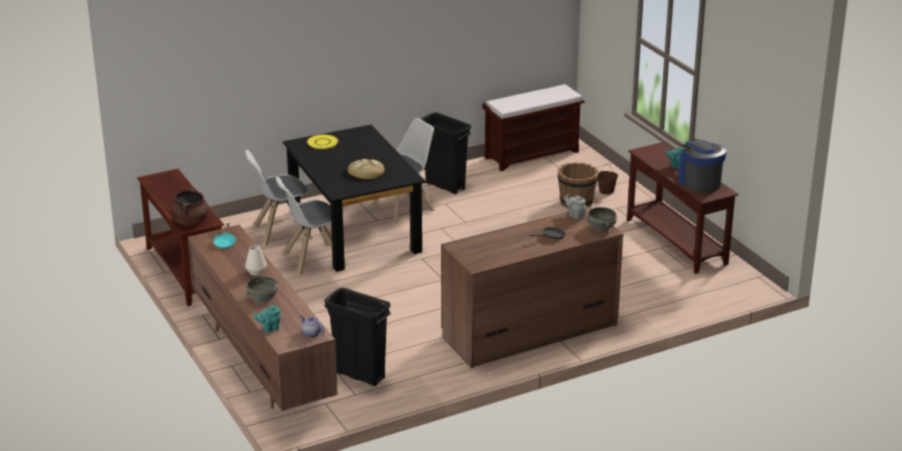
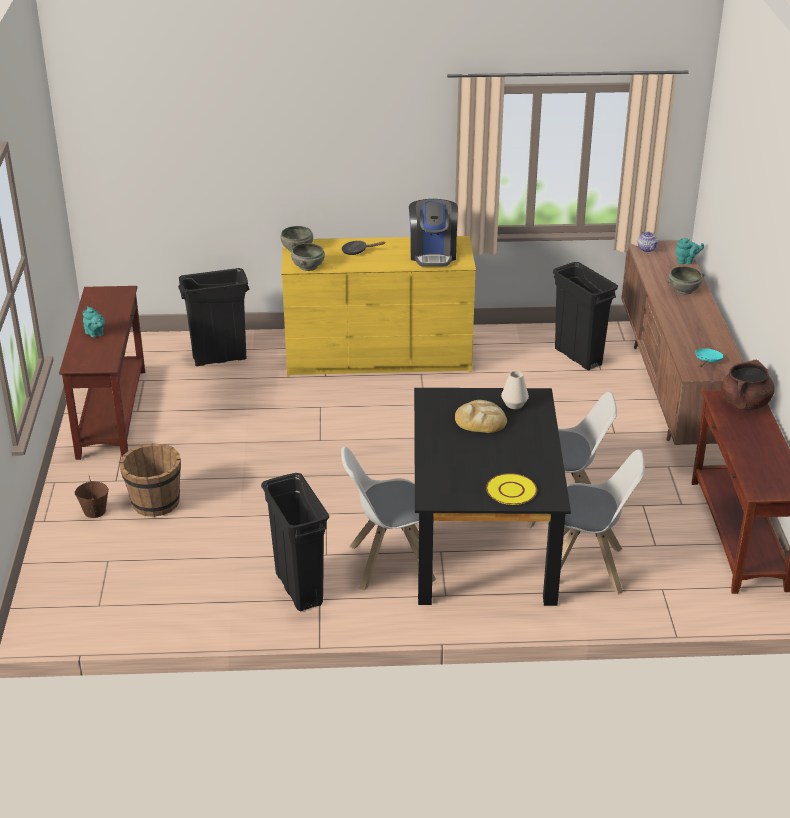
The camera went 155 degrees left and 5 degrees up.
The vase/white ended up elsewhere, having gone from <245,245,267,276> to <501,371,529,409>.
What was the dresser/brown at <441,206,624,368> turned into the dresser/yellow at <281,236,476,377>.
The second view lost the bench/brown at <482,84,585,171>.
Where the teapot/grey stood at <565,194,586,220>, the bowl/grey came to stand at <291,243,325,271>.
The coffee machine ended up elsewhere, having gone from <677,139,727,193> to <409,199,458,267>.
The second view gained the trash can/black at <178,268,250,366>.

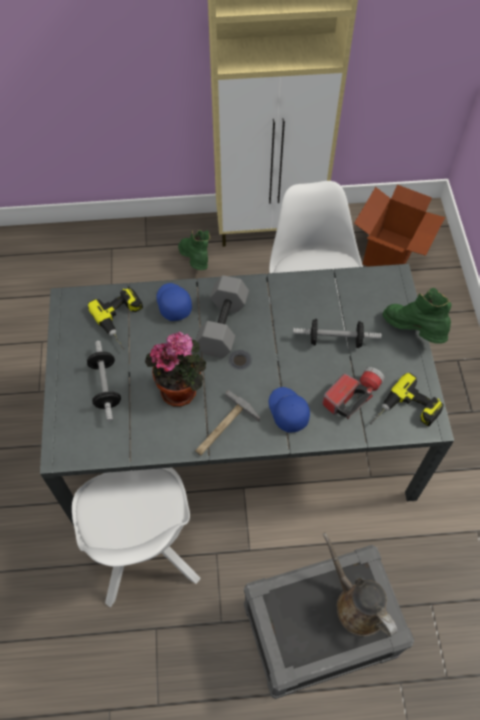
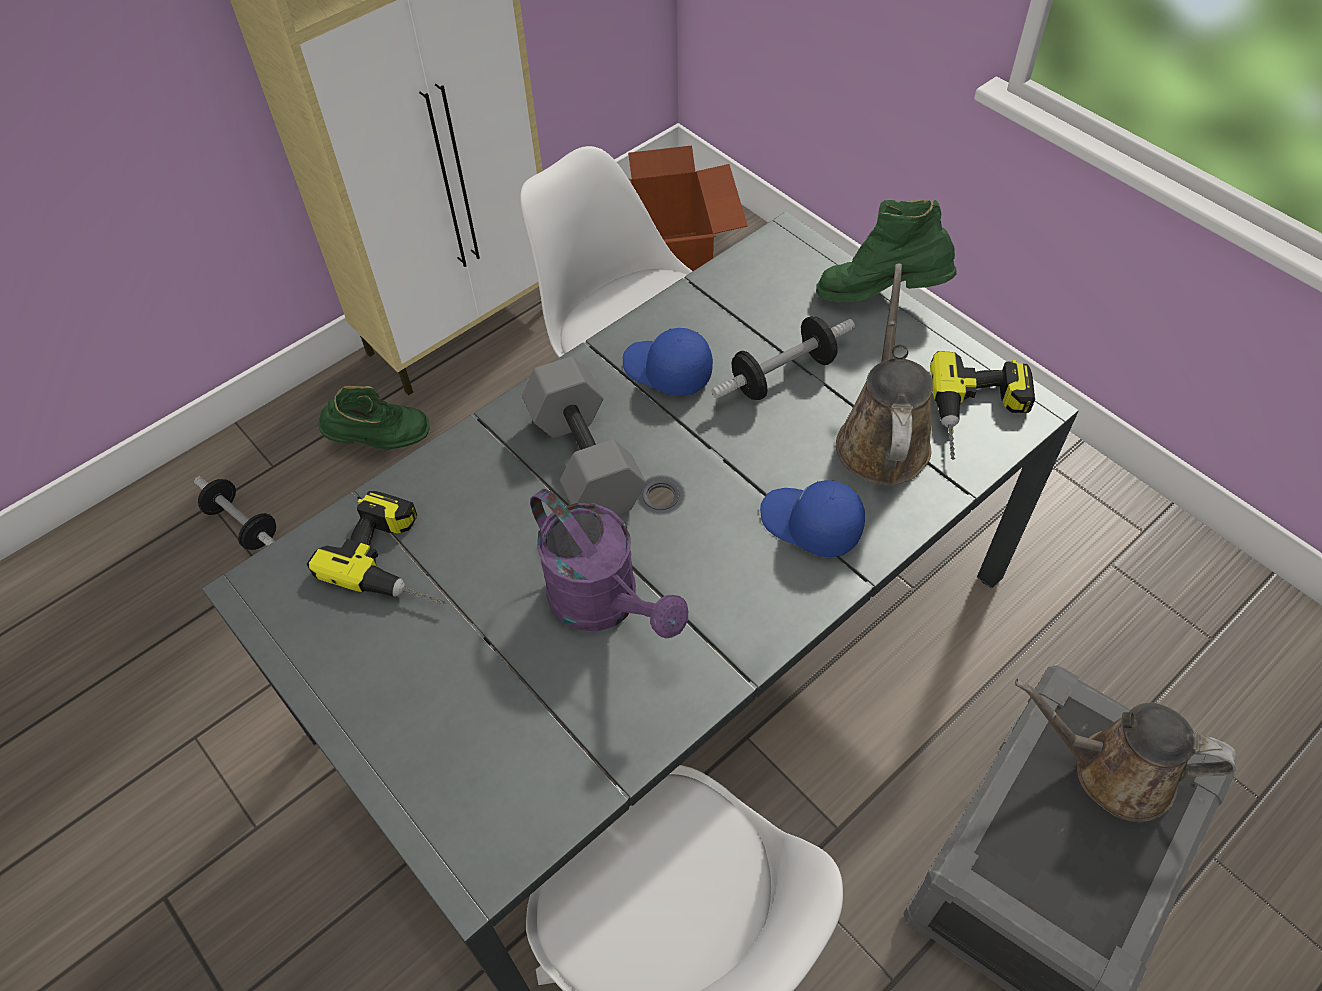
The camera went 35 degrees left and 5 degrees down.
The dumbbell ended up elsewhere, having gone from <87,341,121,422> to <194,477,276,550>.
Where the potted plant stood at <145,331,207,406>, the watering can/purple came to stand at <530,489,688,639>.
The cap/blue ended up elsewhere, having gone from <156,283,192,321> to <623,328,713,396>.
The boot/green at <178,230,211,270> ended up facing another way, 135 degrees clockwise from before.
The second view lost the hammer at <195,390,260,456>.
Where the flashlight stood at <322,367,385,419>, the watering can/brown came to stand at <836,263,933,486>.

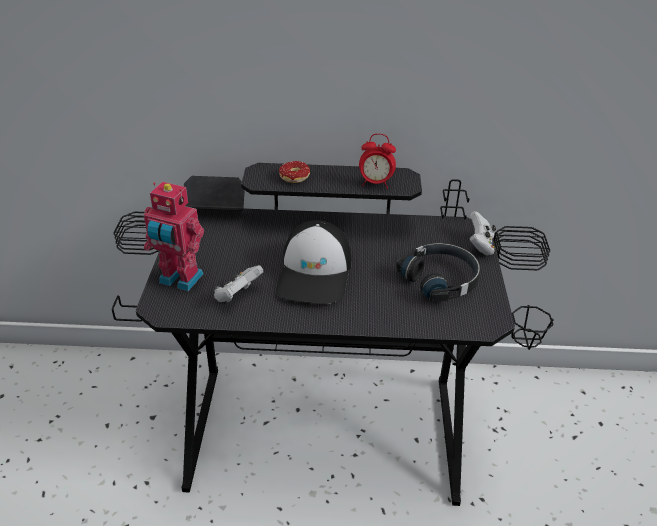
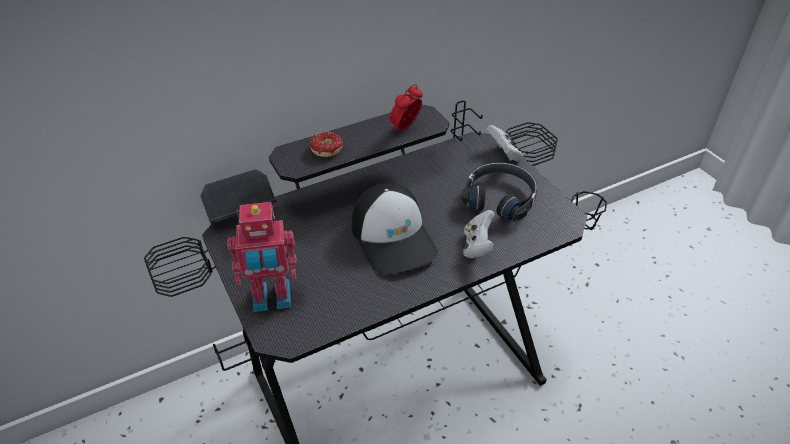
The camera went 30 degrees left and 5 degrees up.
The game controller/white ended up elsewhere, having gone from <214,265,264,303> to <463,210,495,258>.
The alarm clock at <359,134,396,189> ended up facing another way, 150 degrees clockwise from before.

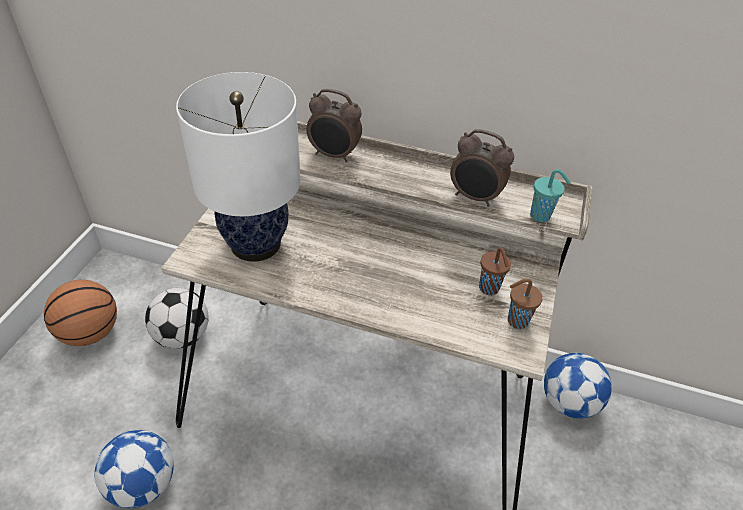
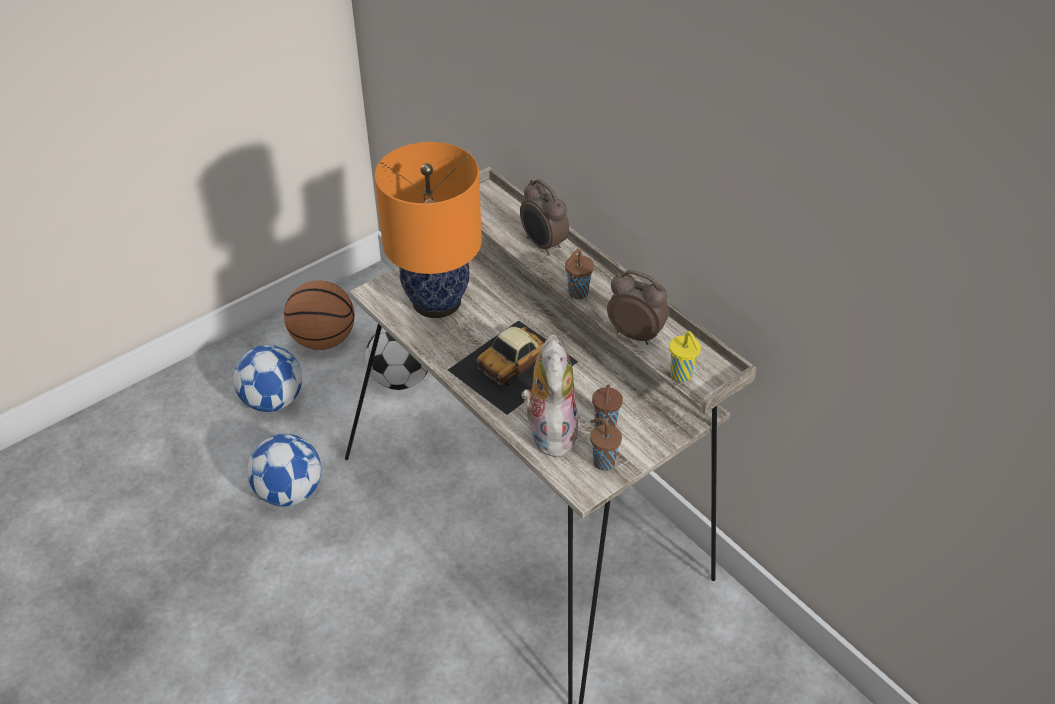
The camera went 35 degrees right and 0 degrees up.
What was the table lamp/white at <176,72,301,262> turned into the table lamp/orange at <375,142,482,318>.
The alarm clock at <450,129,514,207> ended up facing another way, 150 degrees clockwise from before.
What was the cup/turquoise at <530,169,571,222> turned into the cup/yellow at <669,331,701,382>.
The football ended up elsewhere, having gone from <544,353,612,419> to <233,345,302,412>.
The second view gained the toy car at <448,320,578,415>.
The second view gained the plush toy at <521,334,578,457>.
The second view gained the cup/brown at <565,249,594,299>.

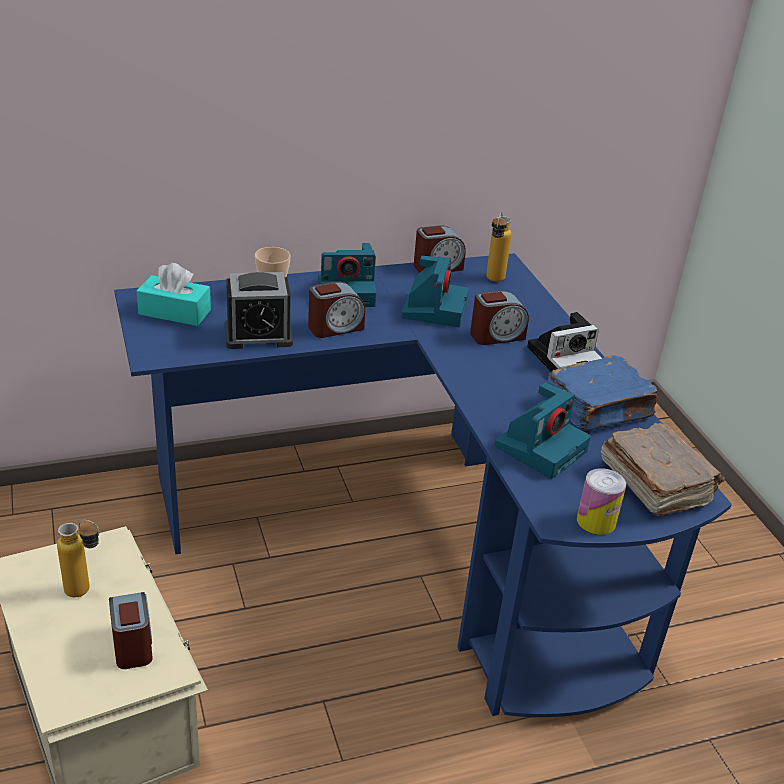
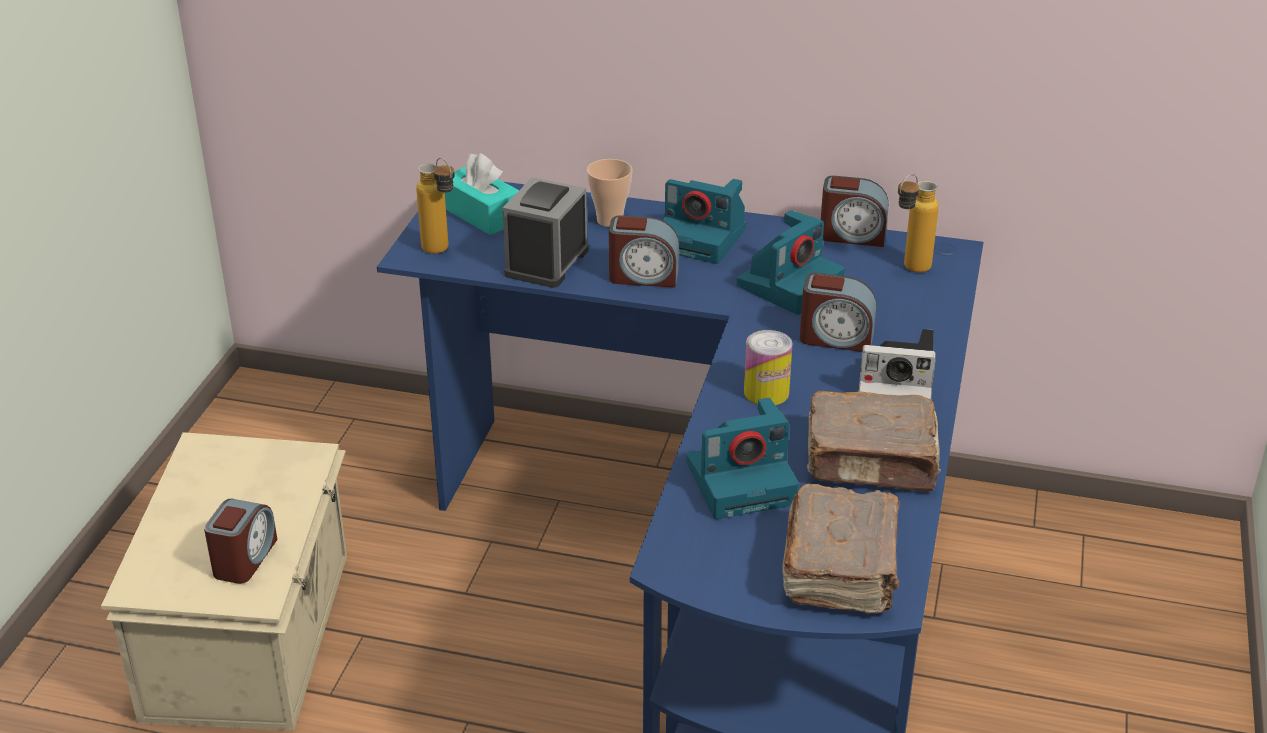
The camera went 35 degrees right and 0 degrees up.
The bottle ended up elsewhere, having gone from <57,520,99,597> to <416,158,455,254>.
The alarm clock at <225,272,293,349> ended up facing another way, 90 degrees clockwise from before.
What was the book/blue at <547,355,659,431> turned into the book/brown at <807,391,941,491>.
The can ended up elsewhere, having gone from <577,468,626,535> to <744,330,793,405>.

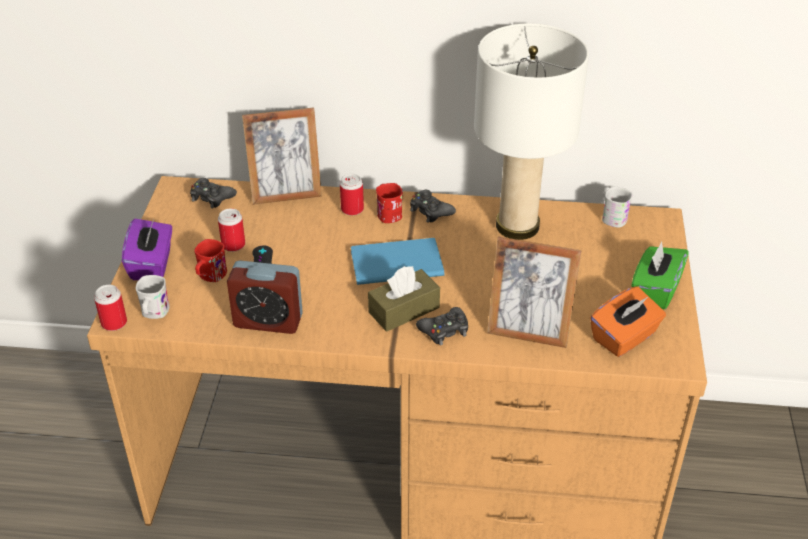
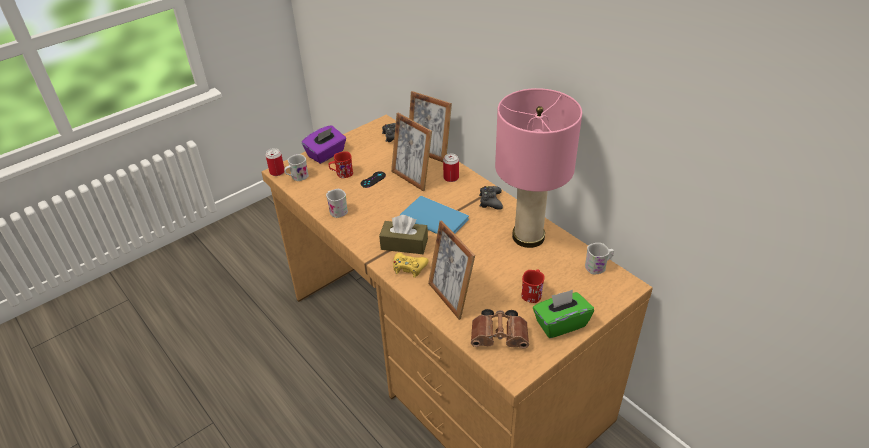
The camera went 45 degrees right and 0 degrees up.
The second view lost the can at <218,208,245,252>.
Where the alarm clock stood at <227,260,303,334>, the mug/white came to stand at <326,189,348,218>.
The mug/red ended up elsewhere, having gone from <376,183,403,223> to <521,269,545,303>.
What was the game controller/black at <416,307,468,345> turned into the game controller/yellow at <393,253,429,277>.
What was the table lamp/white at <474,23,589,240> turned into the table lamp/pink at <495,88,582,248>.
Where the tissue box/orange stood at <590,286,666,357>, the binoculars/brown came to stand at <471,309,529,349>.
The second view gained the picture frame at <391,113,432,191>.

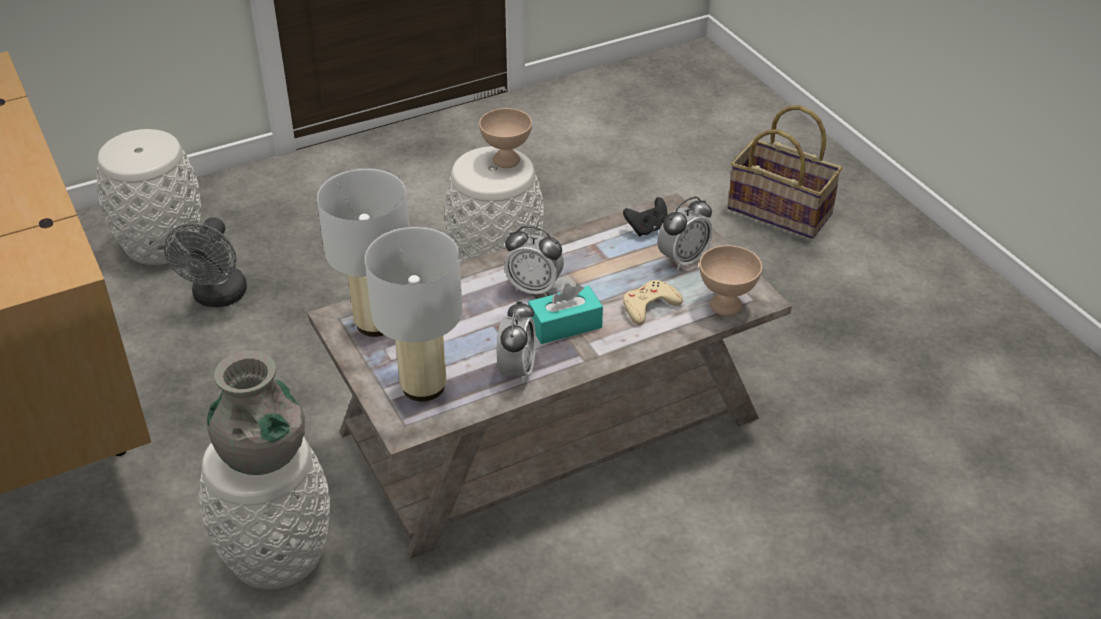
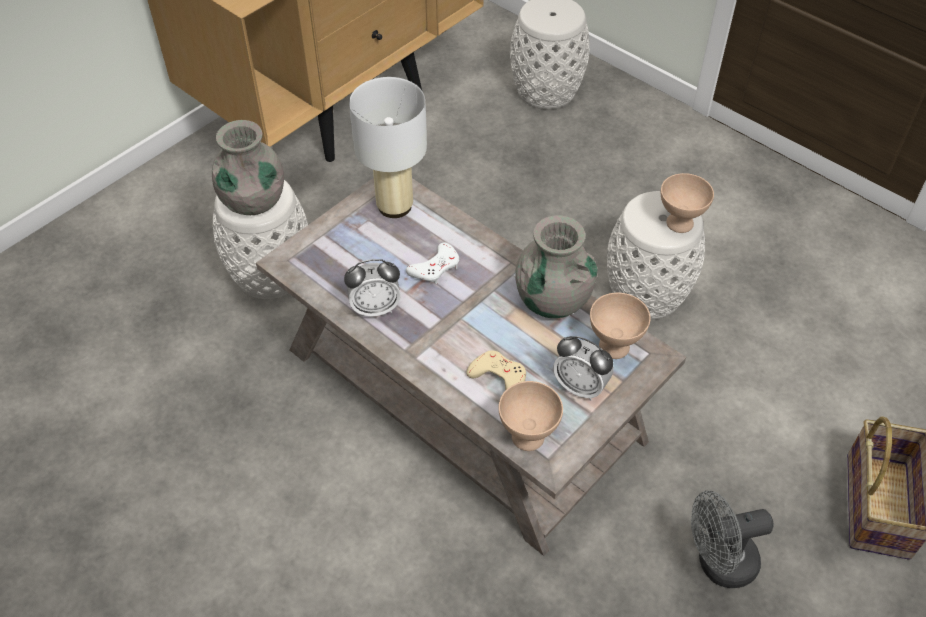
The camera went 70 degrees right and 10 degrees up.
The fan/grey ended up elsewhere, having gone from <164,217,247,307> to <691,491,774,588>.
The second view lost the table lamp/white at <365,226,462,402>.
The second view lost the alarm clock at <504,226,564,297>.
The second view lost the tissue box/turquoise at <528,283,603,344>.
Where the game controller/black stood at <623,197,668,236>, the bowl/beige came to stand at <590,293,651,359>.
The second view gained the game controller/white at <406,242,459,284>.
The second view gained the vase/grey at <515,215,598,318>.

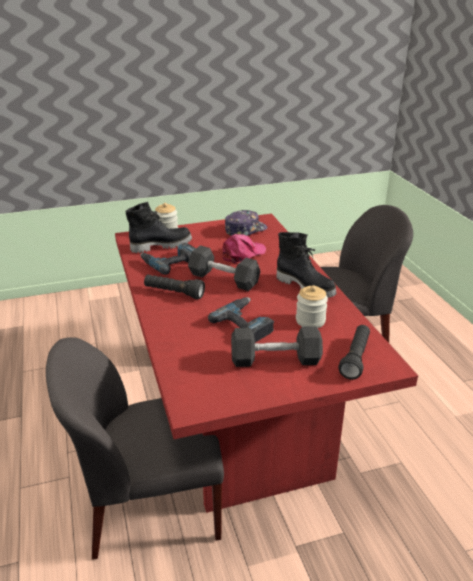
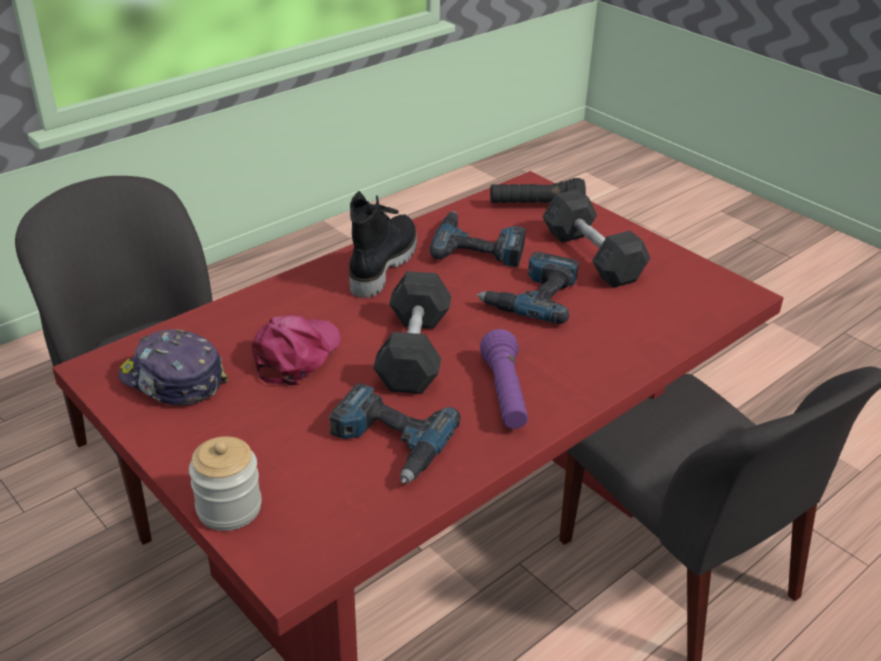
The camera went 115 degrees left and 5 degrees up.
The second view lost the boot/black at <125,202,192,253>.
What was the flashlight/black at <144,274,205,299> turned into the flashlight/purple at <480,329,528,429>.
The cap/pink at <223,234,266,264> ended up facing another way, 90 degrees clockwise from before.
Where the jar stood at <296,285,328,328>, the power drill came to stand at <430,211,526,267>.

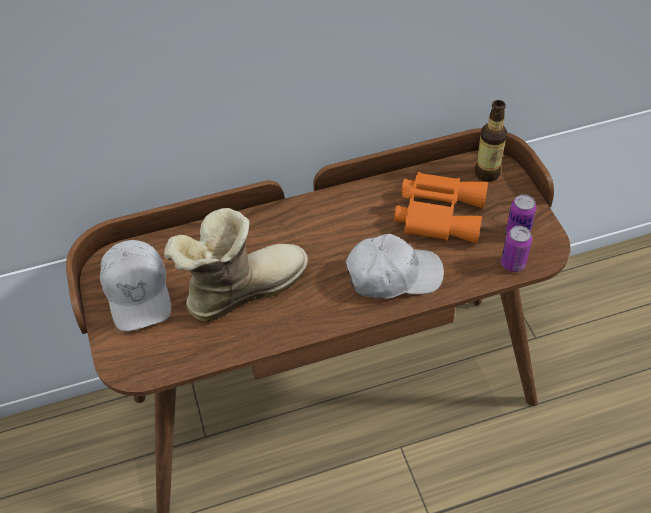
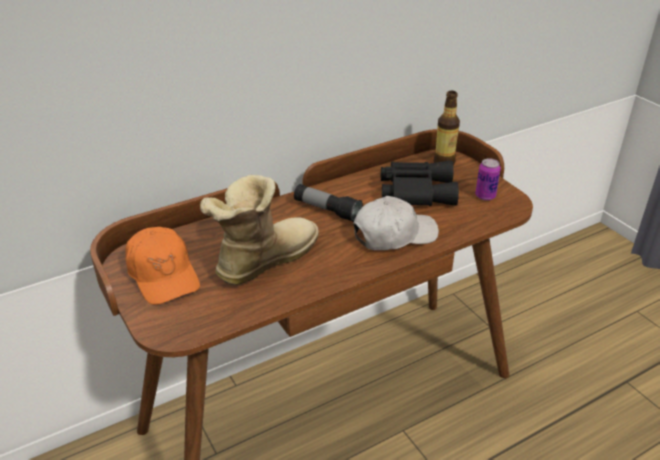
The camera went 15 degrees left and 15 degrees down.
What was the cap/white at <100,240,171,331> turned into the cap/orange at <125,227,200,305>.
What was the binoculars/orange at <394,172,488,244> turned into the binoculars/black at <381,161,459,206>.
The second view lost the can at <501,226,532,272>.
The second view gained the flashlight at <294,184,363,222>.

